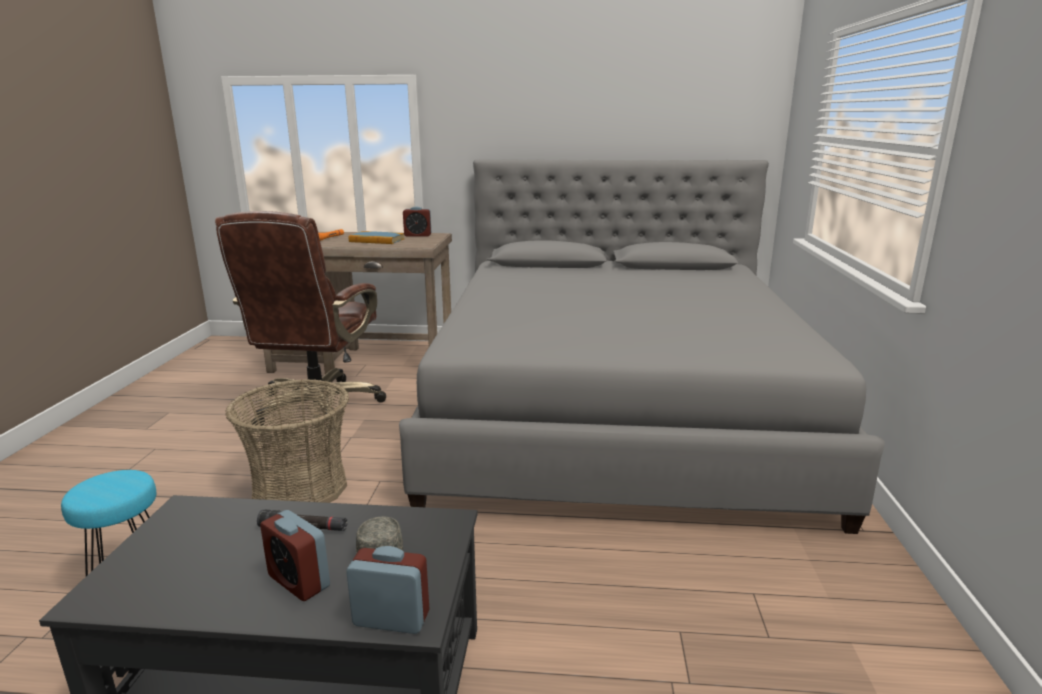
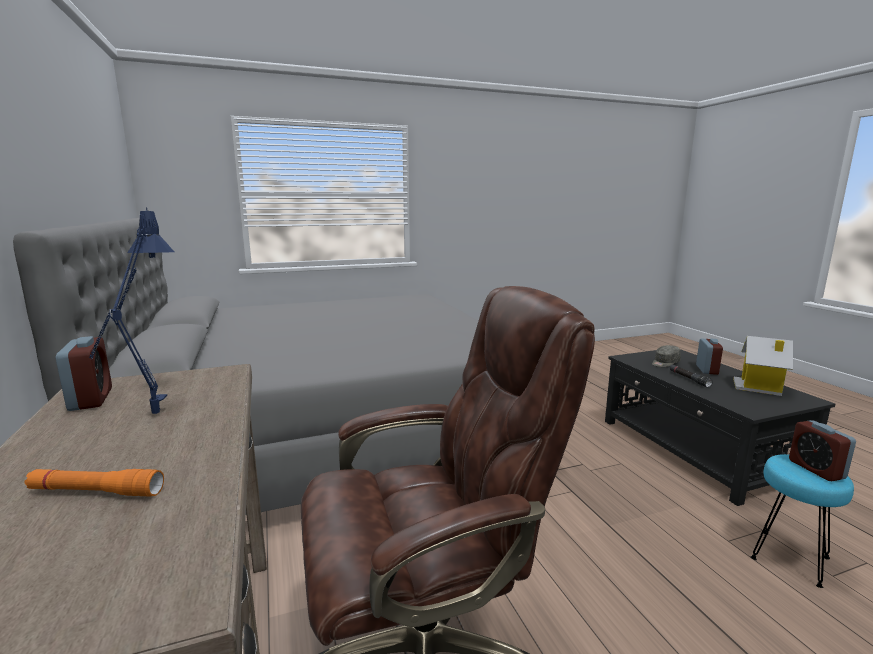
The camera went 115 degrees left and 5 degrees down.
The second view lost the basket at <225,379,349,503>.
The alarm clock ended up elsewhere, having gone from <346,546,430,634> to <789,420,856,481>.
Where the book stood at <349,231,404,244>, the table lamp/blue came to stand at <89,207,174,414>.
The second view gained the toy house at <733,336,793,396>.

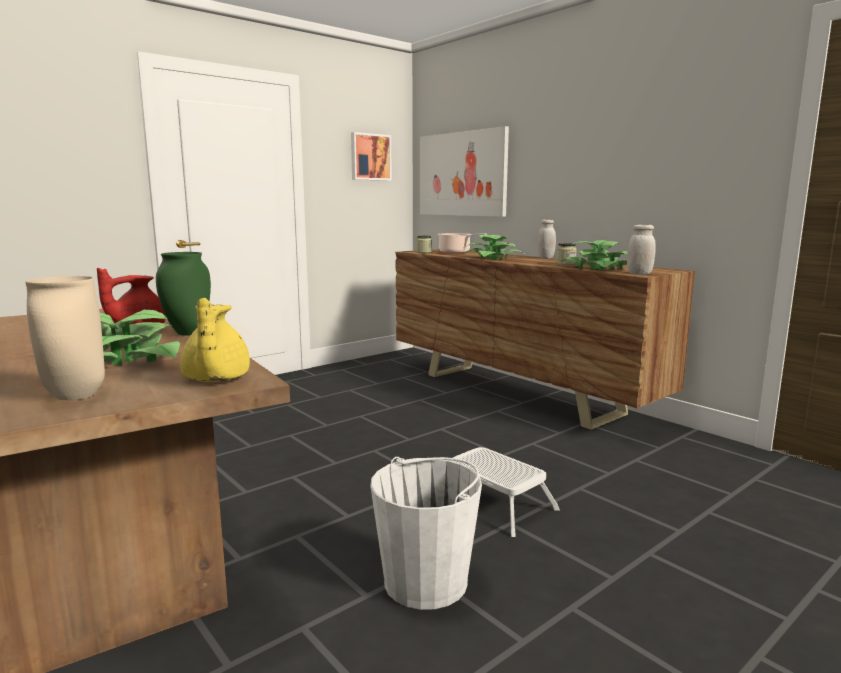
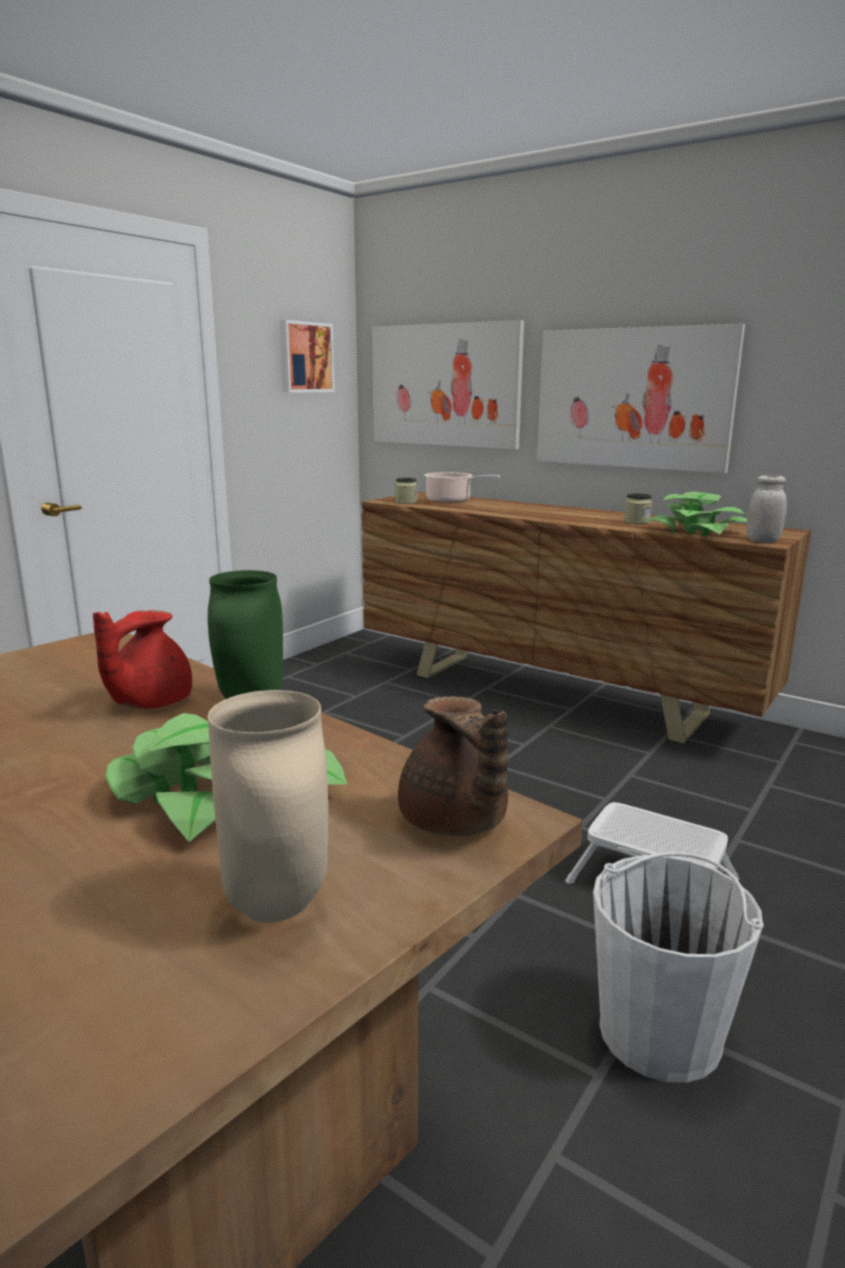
The camera went 15 degrees left and 5 degrees up.
What was the teapot/yellow at <180,298,250,382> turned into the teapot/brown at <398,696,508,837>.
The second view lost the potted plant at <466,235,523,260>.
The second view lost the jar/white at <538,219,556,259>.
The second view gained the picture at <537,323,745,473>.

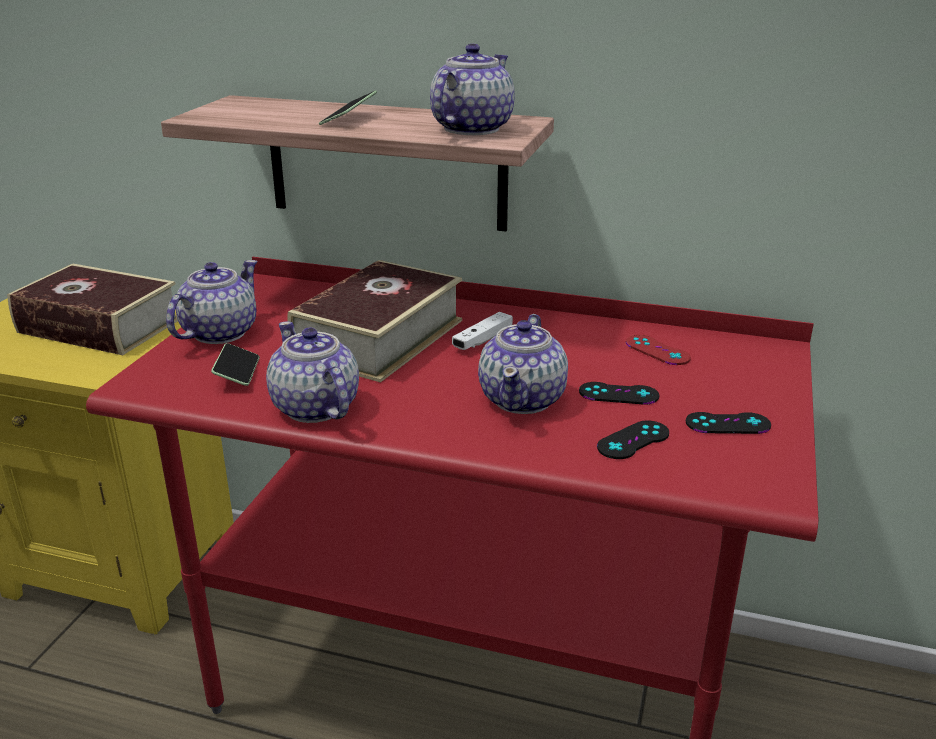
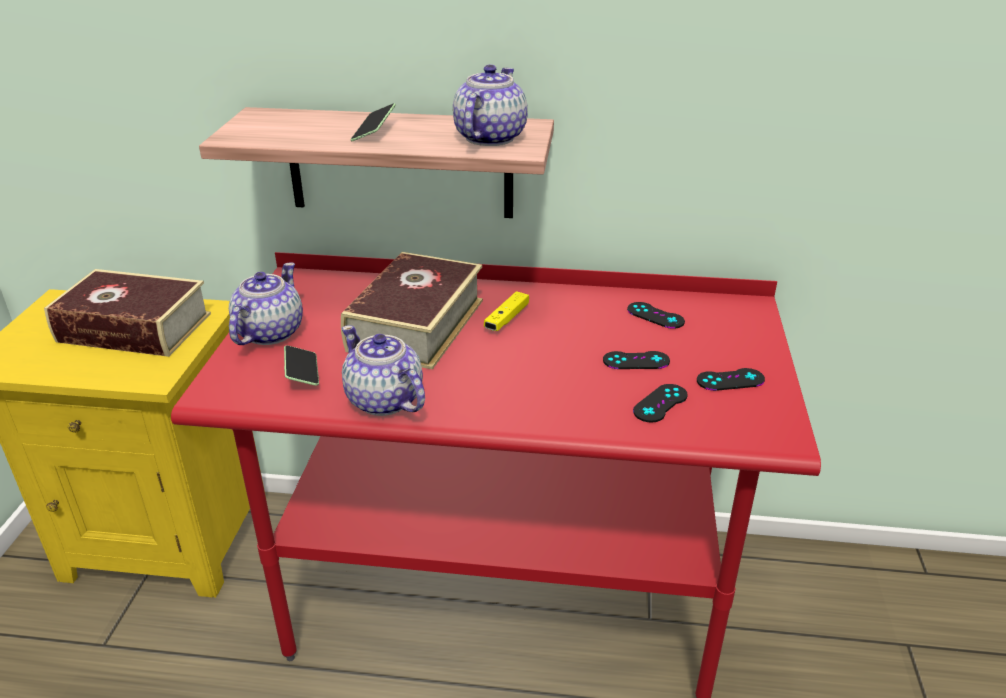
The camera went 10 degrees left and 5 degrees up.
What was the game controller/white at <452,312,513,350> turned into the game controller/yellow at <484,291,529,331>.
The second view lost the teapot at <478,314,568,414>.
What was the game controller/red at <626,335,691,365> turned into the game controller/black at <627,302,685,329>.

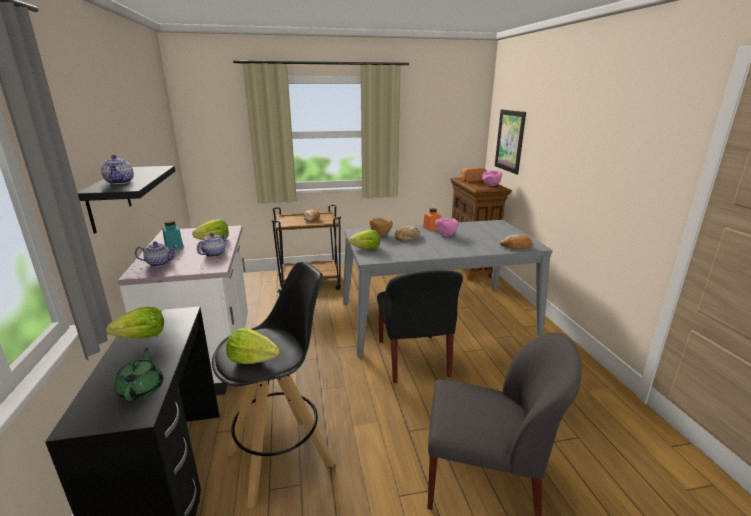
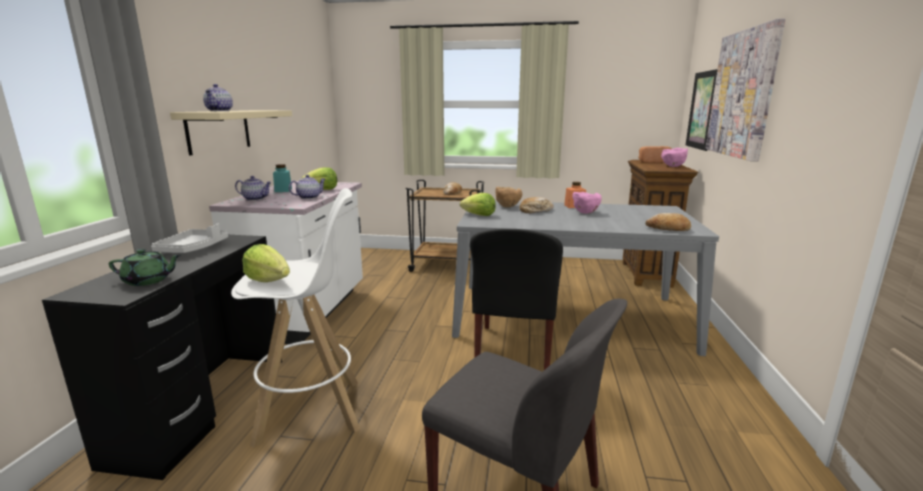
The camera went 20 degrees right and 5 degrees down.
What was the shelf/black at <77,166,175,234> turned into the shelf/beige at <170,110,292,155>.
Where the lettuce stood at <106,307,164,338>, the tray/grey came to stand at <151,223,228,253>.
The teapot/green at <114,348,163,401> ended up facing another way, 75 degrees clockwise from before.
What was the stool/black at <212,261,335,509> turned into the stool/white at <231,188,360,448>.
The second view gained the picture at <705,18,786,162>.

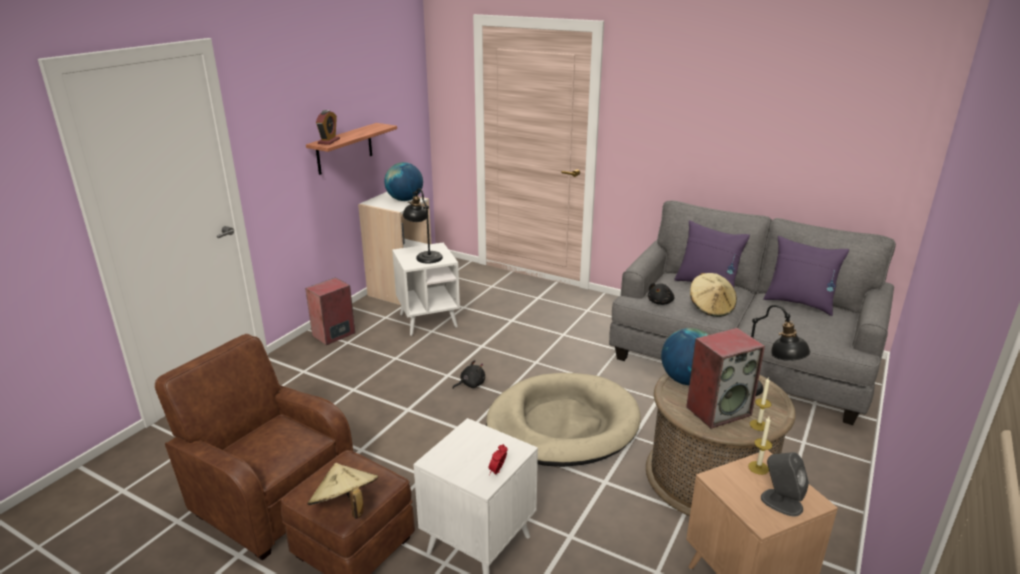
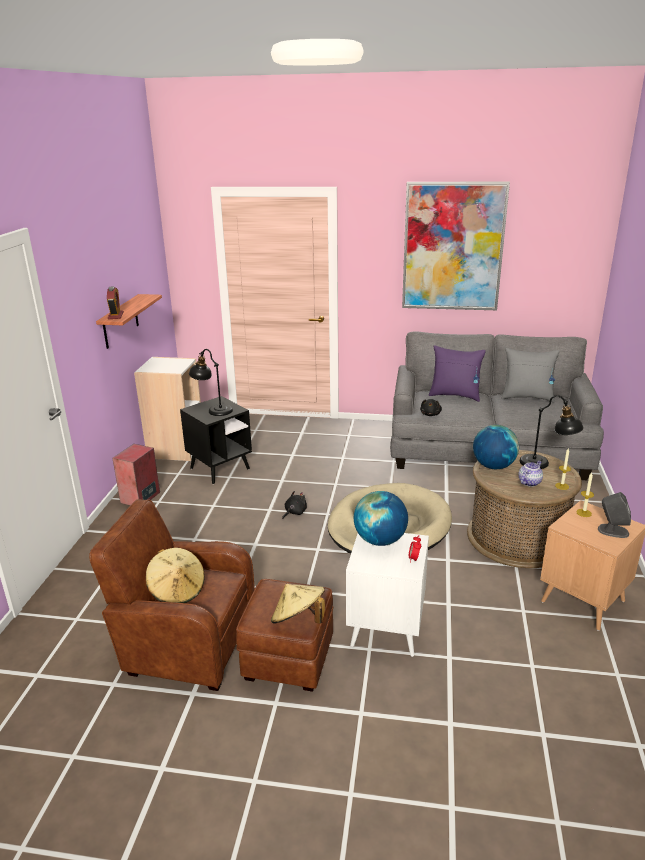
The camera went 20 degrees left and 0 degrees up.
The globe ended up elsewhere, having gone from <384,162,423,201> to <354,491,408,546>.
What was the side table/white at <392,243,460,336> turned into the side table/black at <180,396,252,484>.
Where the speaker stood at <686,328,765,429>, the teapot came to stand at <518,461,543,487>.
The hat/beige ended up elsewhere, having gone from <690,273,737,317> to <146,548,205,603>.
What was the pillow/purple at <763,236,849,316> turned into the pillow/grey at <501,348,559,403>.
The second view gained the picture at <402,182,510,310>.

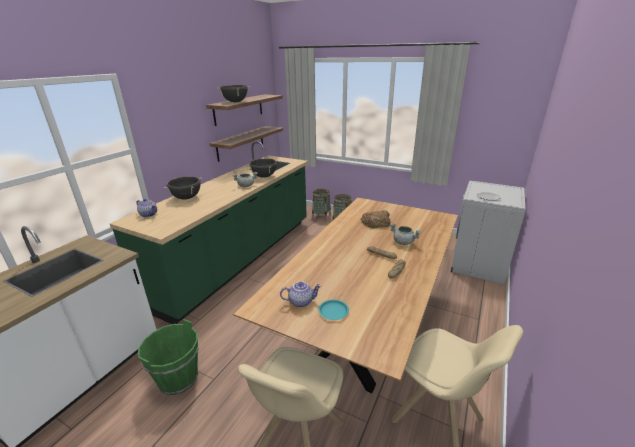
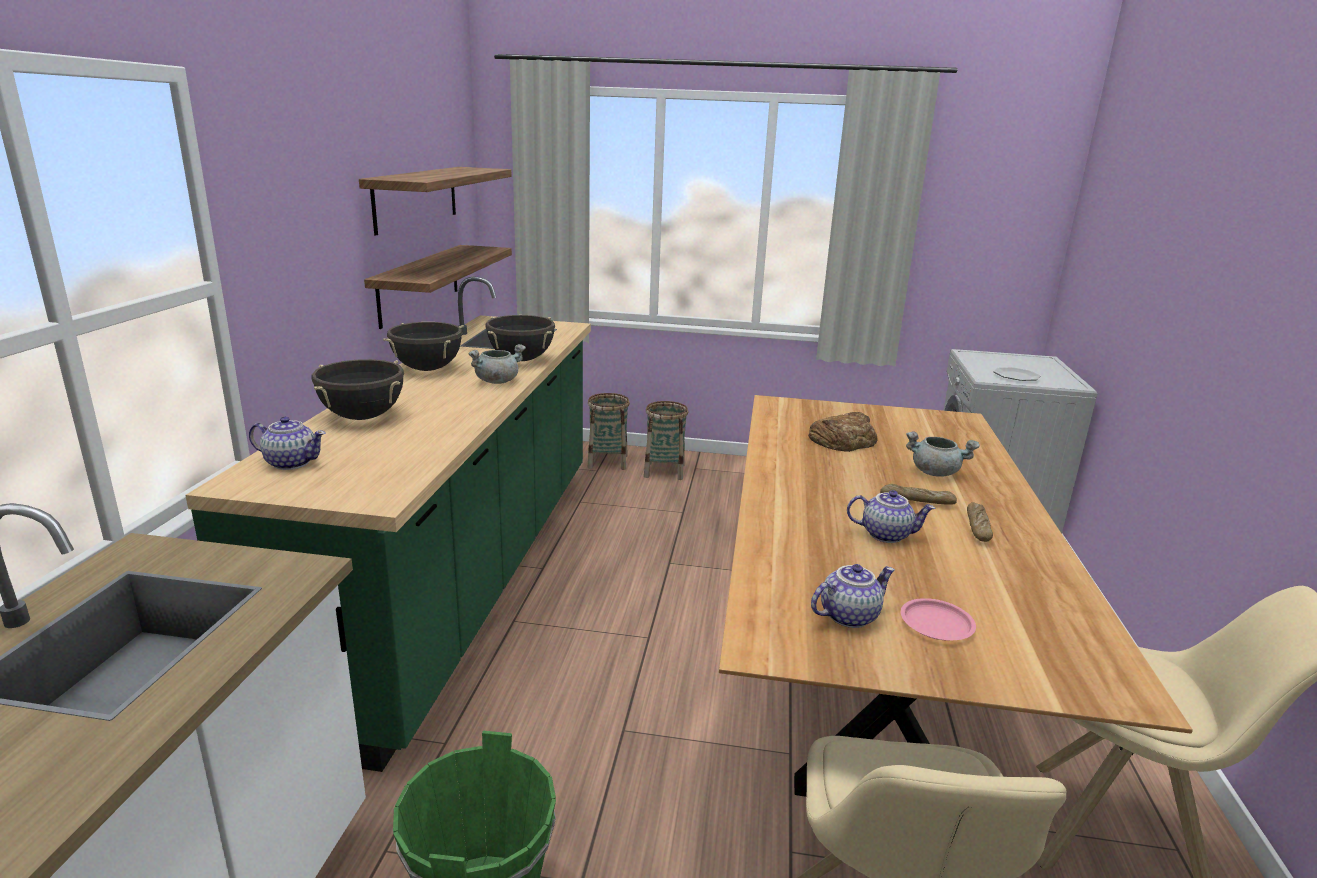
The camera went 20 degrees left and 5 degrees down.
The cooking pot/black ended up elsewhere, having gone from <217,85,250,102> to <383,322,464,371>.
What was the plate/turquoise at <318,299,349,320> turned into the plate/pink at <901,598,976,641>.
The second view gained the teapot at <847,490,936,543>.

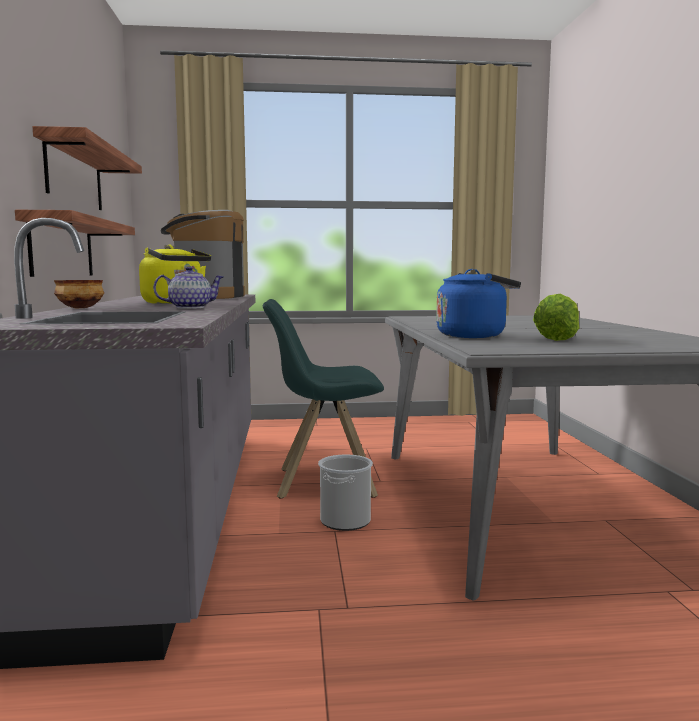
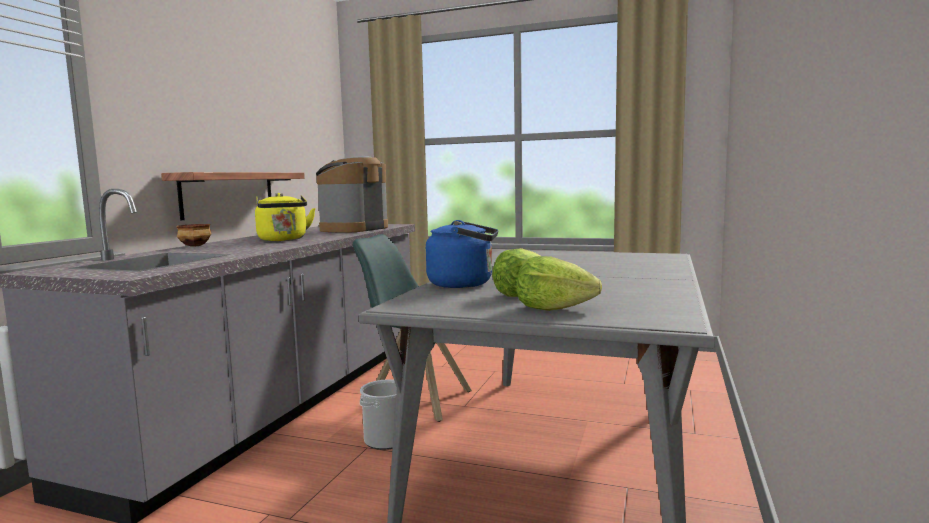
The camera went 25 degrees right and 0 degrees up.
The second view lost the shelf at <32,126,142,210>.
The second view lost the teapot at <153,266,224,309>.
The second view gained the lettuce at <517,256,602,311>.

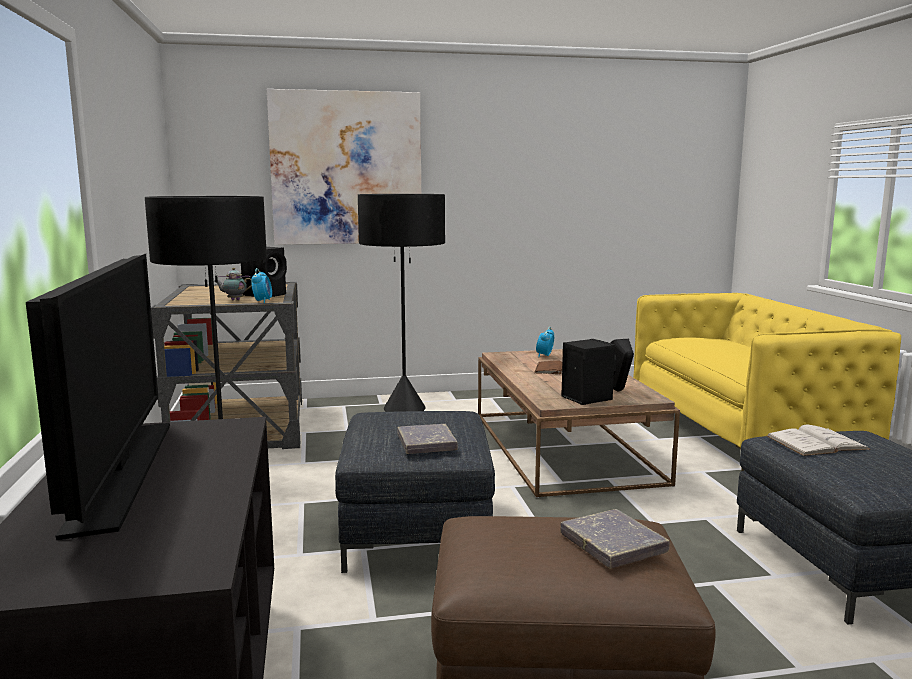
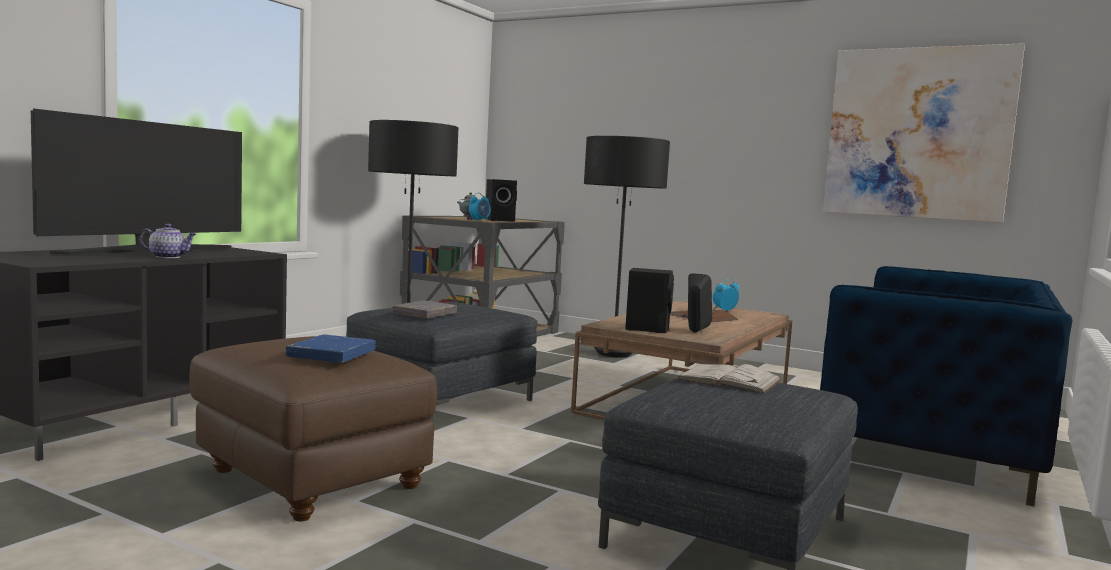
The camera went 40 degrees right and 5 degrees down.
The picture ended up elsewhere, having gone from <267,89,421,245> to <823,43,1025,223>.
What was the book/grey at <560,509,670,569> turned into the book/blue at <286,334,376,363>.
What was the sofa/yellow at <633,293,901,471> turned into the sofa/blue at <820,266,1072,506>.
The second view gained the teapot at <139,224,196,258>.

